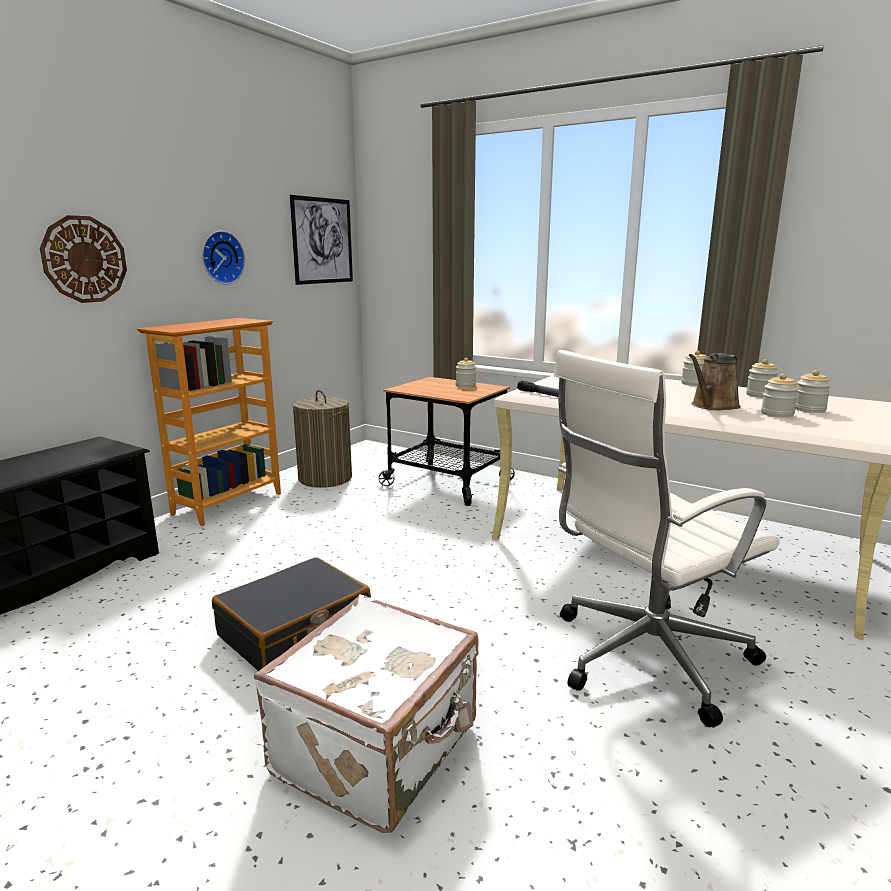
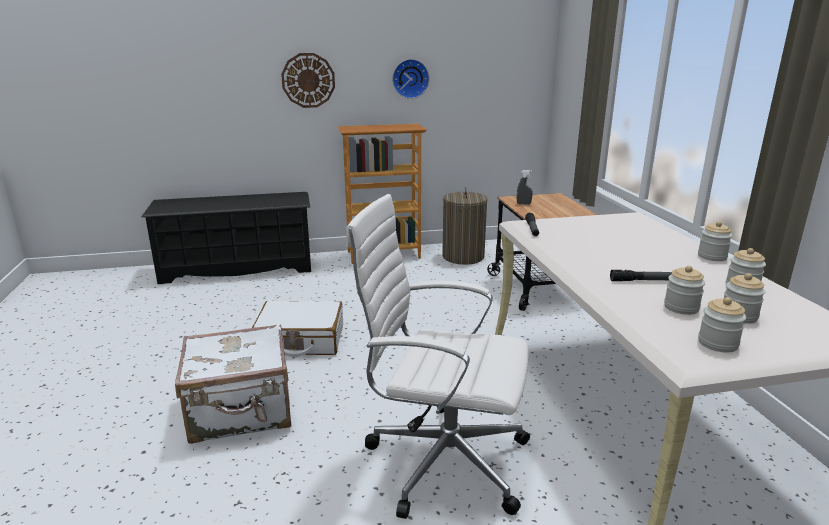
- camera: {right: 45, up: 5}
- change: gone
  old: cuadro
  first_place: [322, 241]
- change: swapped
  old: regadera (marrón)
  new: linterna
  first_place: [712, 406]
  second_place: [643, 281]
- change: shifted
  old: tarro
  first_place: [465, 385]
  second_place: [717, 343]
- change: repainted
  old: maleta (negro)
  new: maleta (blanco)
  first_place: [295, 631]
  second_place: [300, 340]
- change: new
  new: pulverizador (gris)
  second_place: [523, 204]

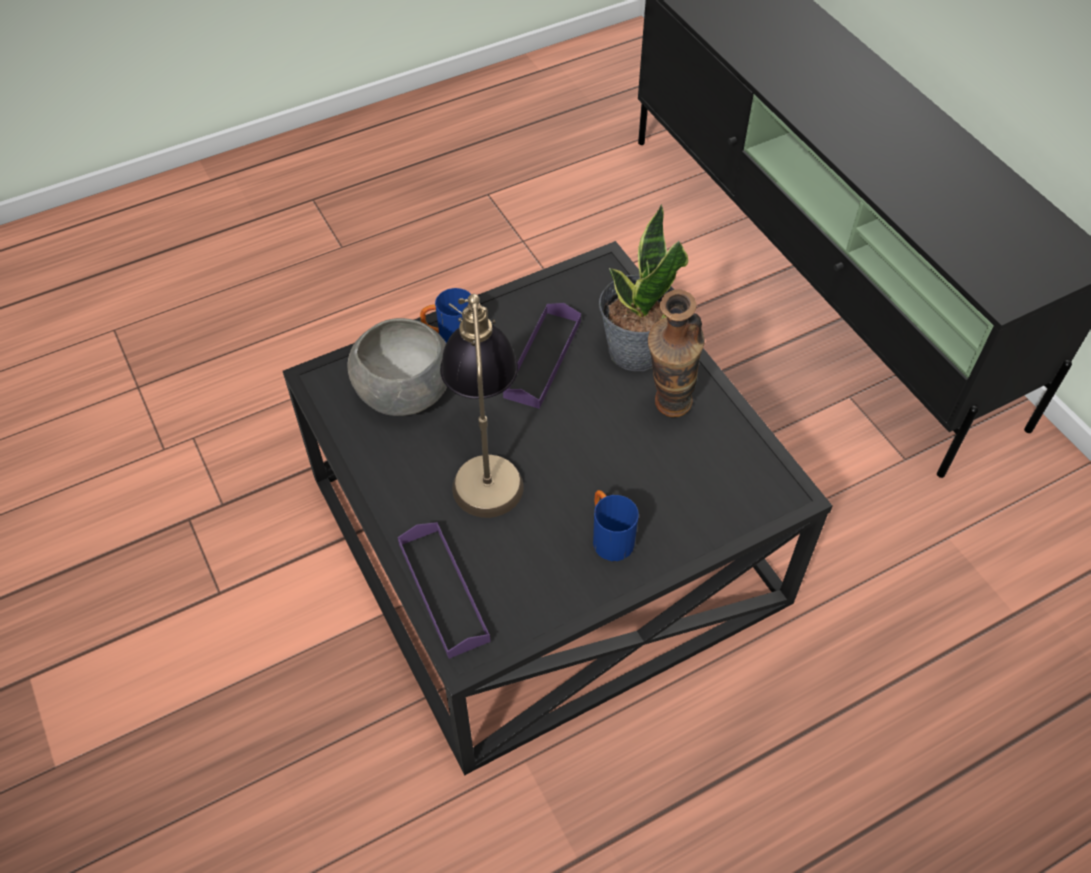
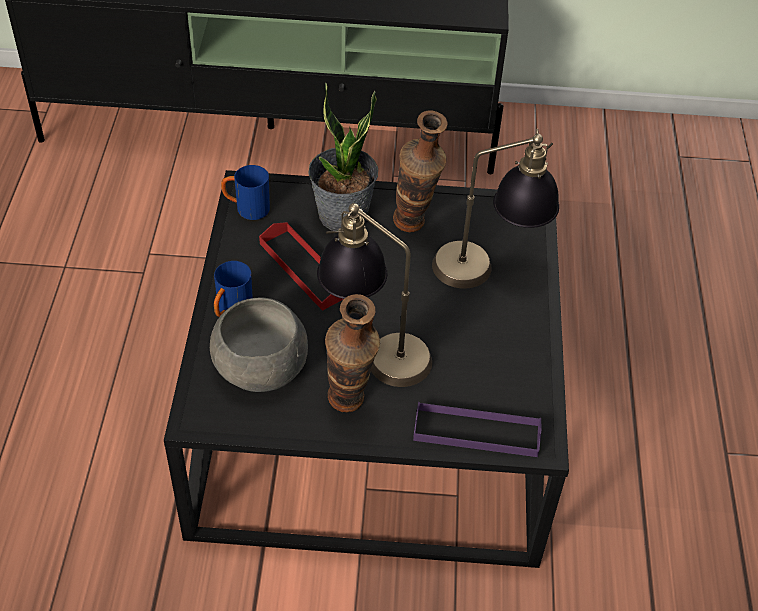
- camera: {right: -60, up: -5}
- change: repainted
  old: bandeja (morado)
  new: bandeja (rojo)
  first_place: [543, 358]
  second_place: [304, 269]
- change: shifted
  old: taza grande (azul)
  first_place: [609, 537]
  second_place: [246, 209]
- change: new
  new: lámpara de mesa
  second_place: [488, 269]
- change: new
  new: florero
  second_place: [349, 408]

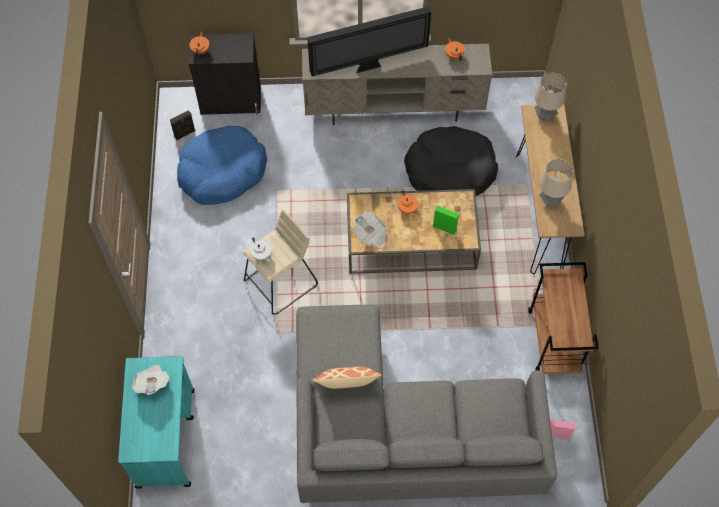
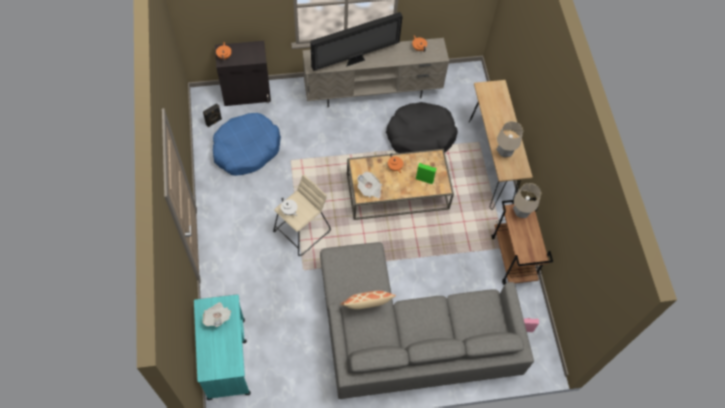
- camera: {right: -10, up: 0}
- change: shifted
  old: lámpara de mesa
  first_place: [544, 115]
  second_place: [520, 213]

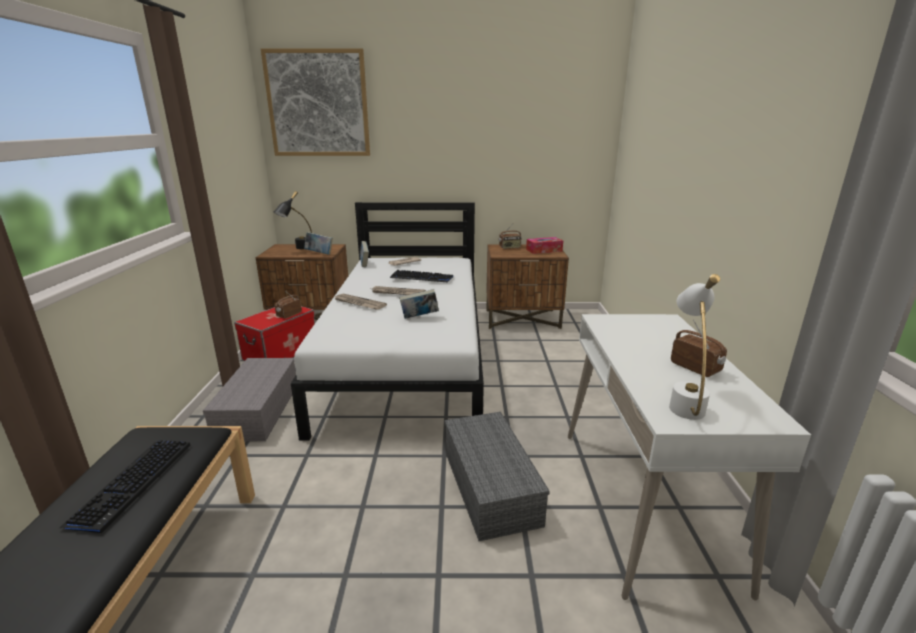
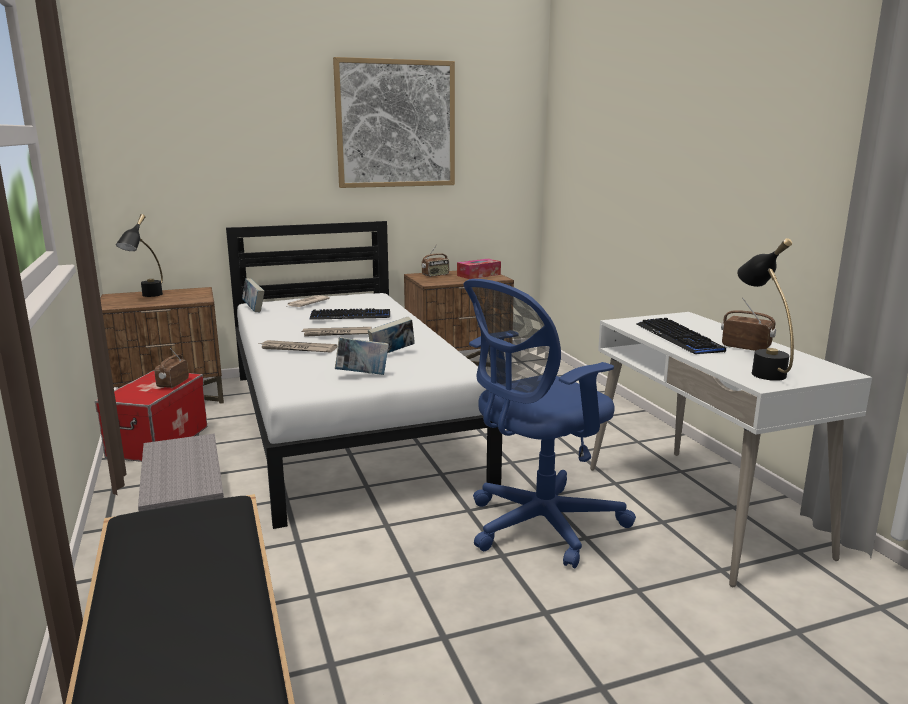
- camera: {right: -20, up: -5}
- change: shifted
  old: cuadro
  first_place: [318, 104]
  second_place: [396, 124]
- change: shifted
  old: libro
  first_place: [319, 253]
  second_place: [362, 375]
- change: repainted
  old: lámpara de mesa (blanco)
  new: lámpara de mesa (negro)
  first_place: [684, 401]
  second_place: [760, 370]
- change: swapped
  old: caja de almacenaje (gris)
  new: silla de oficina (azul)
  first_place: [488, 485]
  second_place: [538, 526]
- change: shifted
  old: teclado
  first_place: [132, 483]
  second_place: [678, 338]

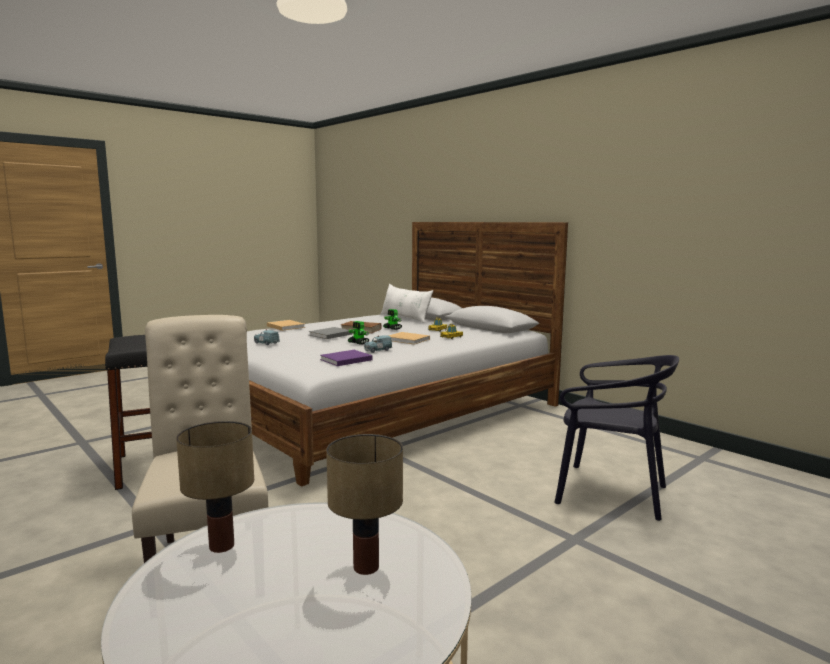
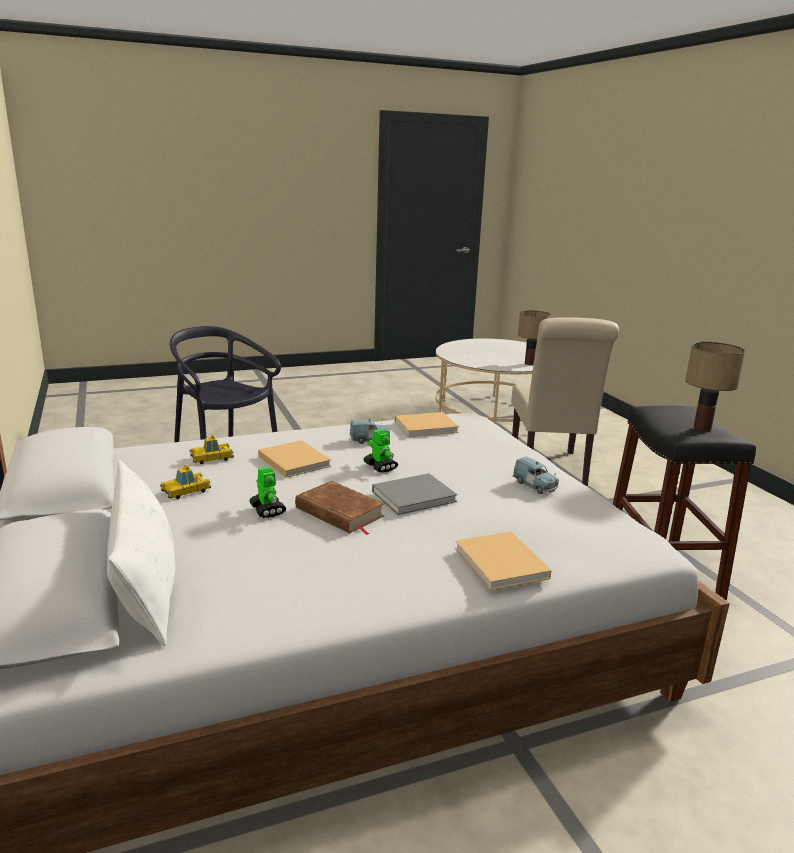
- camera: {right: -160, up: 10}
- change: repainted
  old: libro (morado)
  new: libro (beis)
  first_place: [344, 360]
  second_place: [427, 426]
- change: shifted
  old: lámpara de mesa
  first_place: [367, 567]
  second_place: [701, 428]

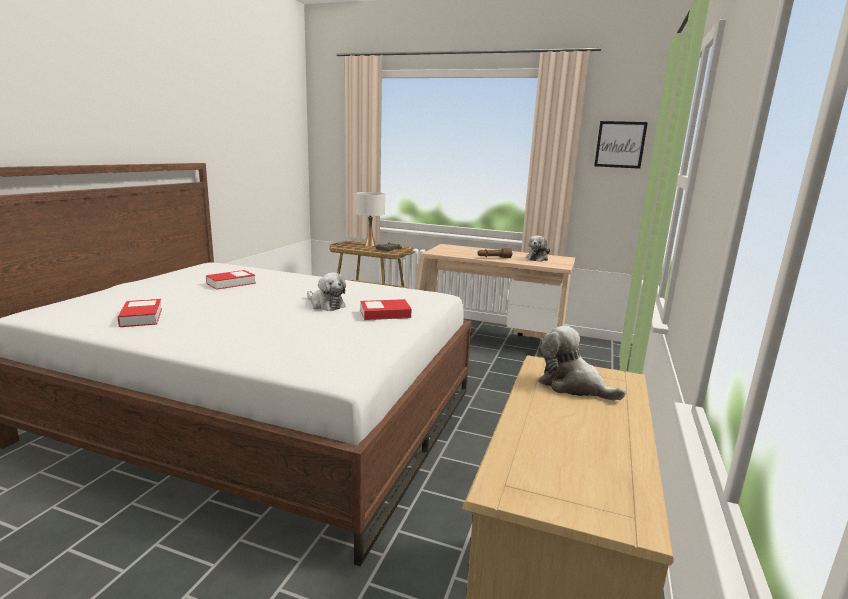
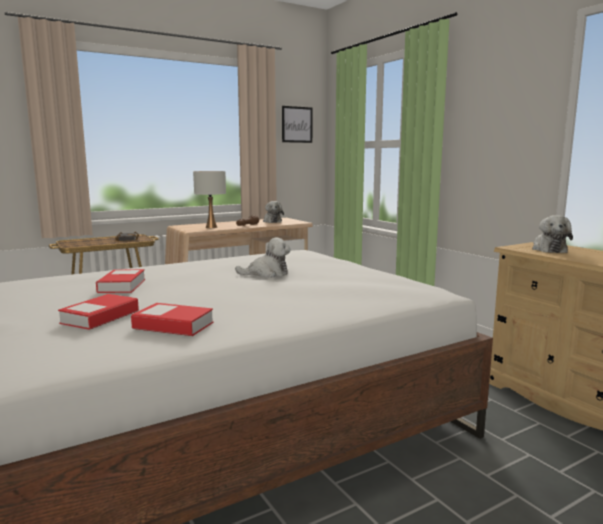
- camera: {right: -50, up: -5}
- change: shifted
  old: lámpara de mesa (blanco)
  first_place: [370, 245]
  second_place: [211, 227]
- change: shifted
  old: libro
  first_place: [385, 314]
  second_place: [100, 317]
- change: rotated
  old: peluche
  first_place: [573, 386]
  second_place: [548, 249]
  degrees: -75

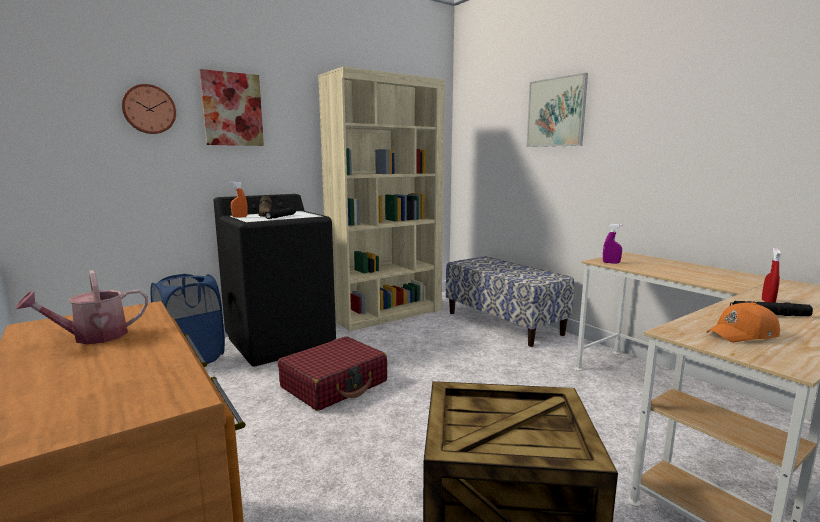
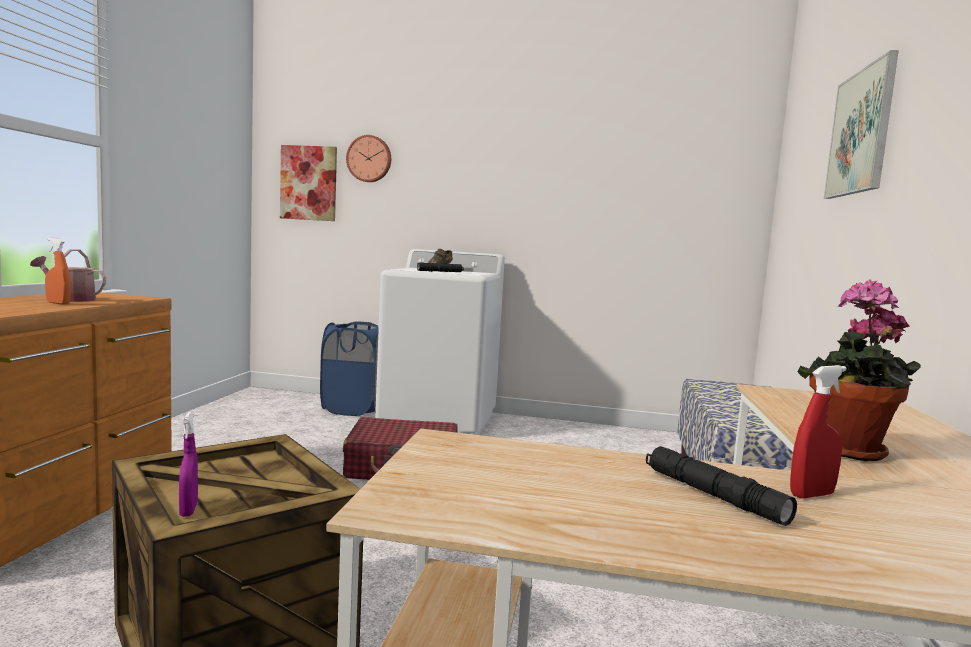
- camera: {right: 45, up: -5}
- change: gone
  old: estantería (beis)
  first_place: [386, 314]
- change: shifted
  old: cuadro
  first_place: [232, 109]
  second_place: [308, 183]
- change: shifted
  old: pulverizador (naranja)
  first_place: [240, 217]
  second_place: [58, 303]
- change: repainted
  old: lavadora (negro)
  new: lavadora (blanco)
  first_place: [281, 342]
  second_place: [439, 421]
- change: shifted
  old: pulverizador (morado)
  first_place: [611, 263]
  second_place: [188, 510]
- change: gone
  old: gorra (naranja)
  first_place: [743, 334]
- change: new
  new: planta en maceta
  second_place: [848, 453]

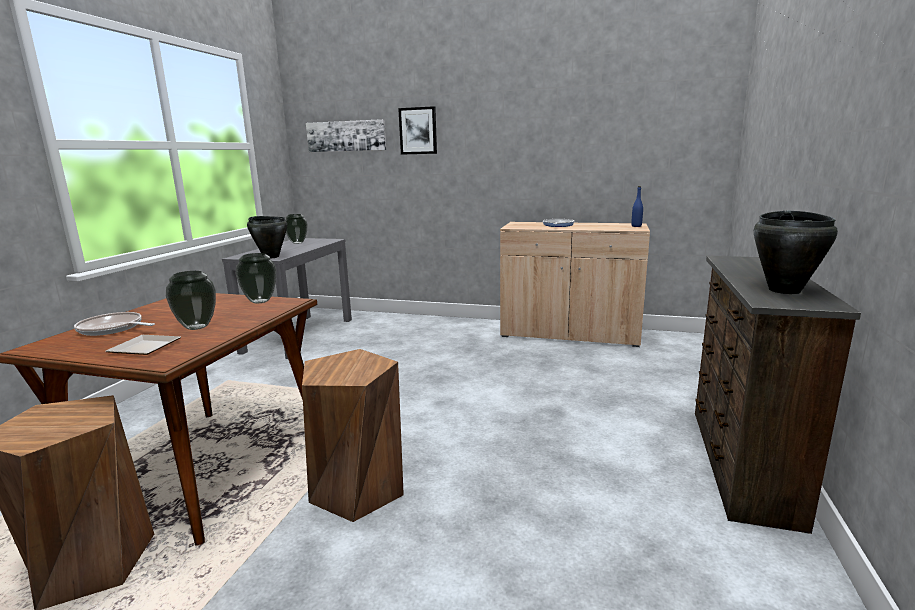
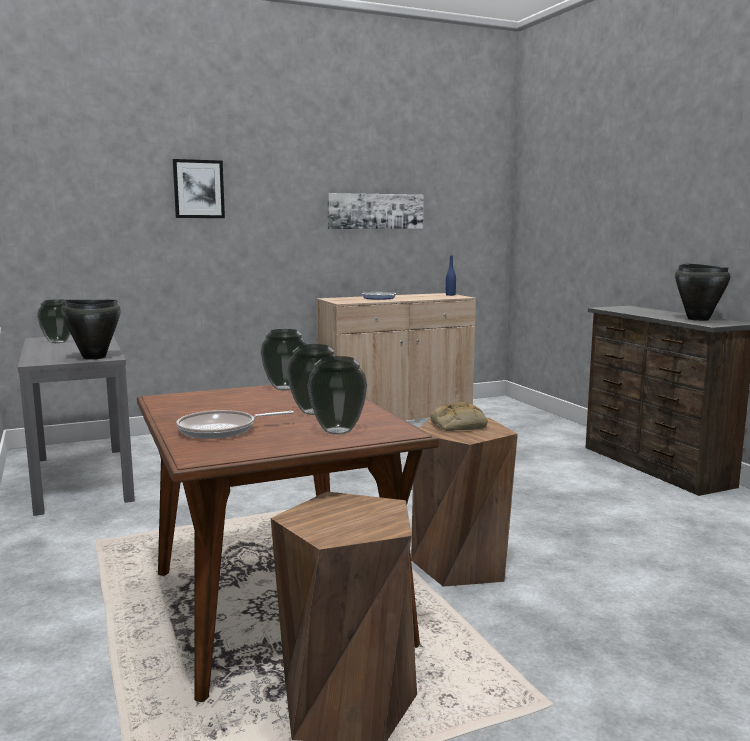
- camera: {right: -40, up: -5}
- change: shifted
  old: cuadro
  first_place: [346, 136]
  second_place: [375, 211]
- change: swapped
  old: plato
  new: florero
  first_place: [145, 348]
  second_place: [339, 431]
- change: new
  new: pan
  second_place: [458, 425]

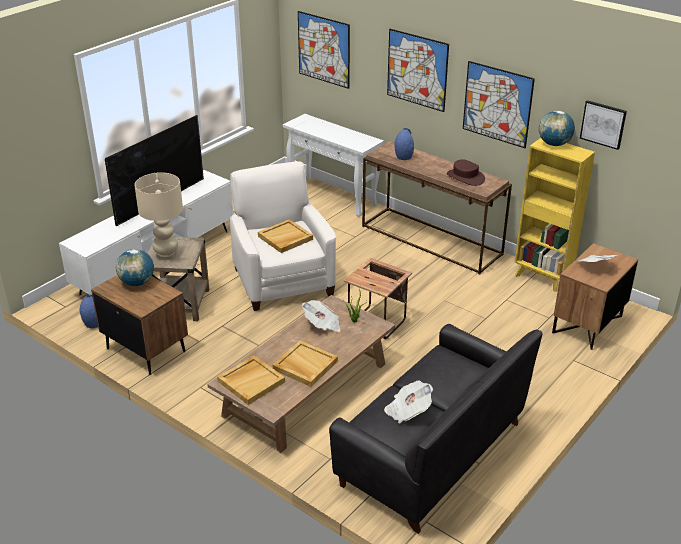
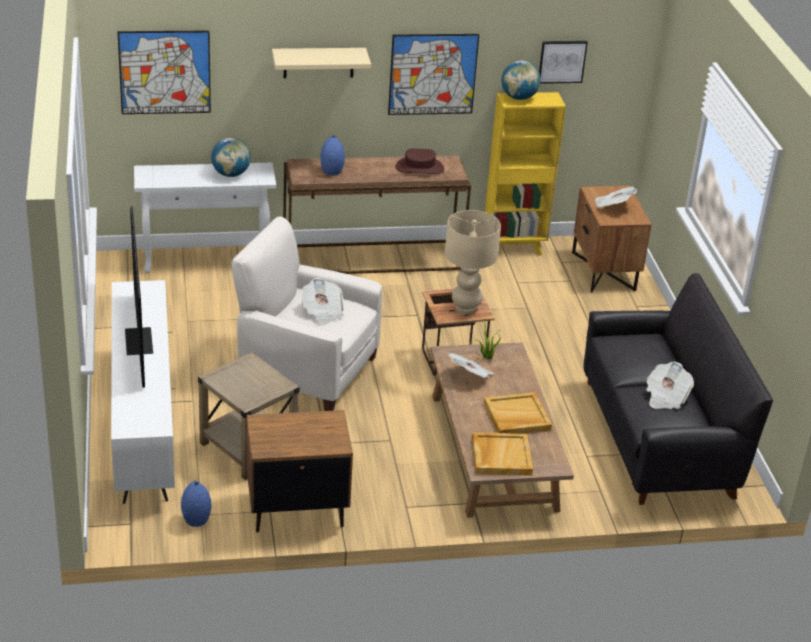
- camera: {right: -50, up: 0}
- change: swapped
  old: cuadro
  new: estante (beis)
  first_place: [417, 70]
  second_place: [318, 62]
- change: shifted
  old: lámpara de mesa (beis)
  first_place: [166, 254]
  second_place: [465, 308]
- change: swapped
  old: bandeja (beis)
  new: periódico
  first_place: [285, 238]
  second_place: [322, 312]
- change: shifted
  old: globo terráqueo
  first_place: [137, 283]
  second_place: [231, 174]

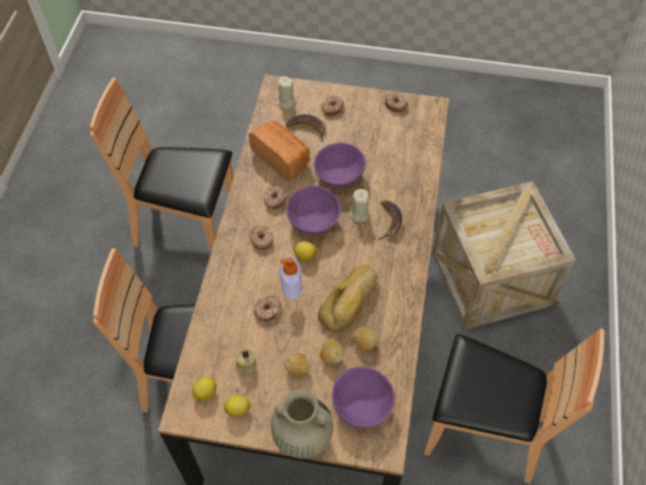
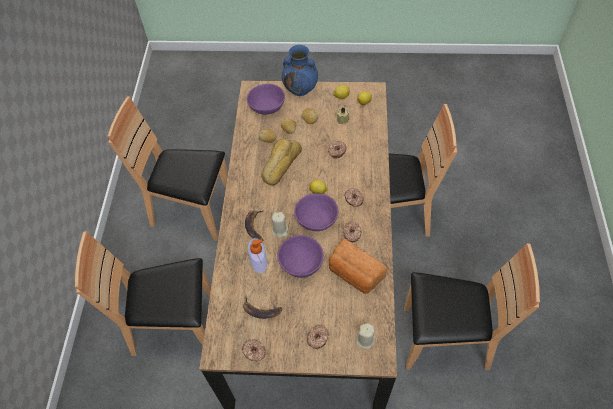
- camera: {right: 175, up: 0}
- change: shifted
  old: plátano
  first_place: [307, 128]
  second_place: [261, 310]
- change: swapped
  old: caja de embalaje
  new: silla (marrón)
  first_place: [490, 278]
  second_place: [175, 326]
- change: shifted
  old: dispensador de jabón
  first_place: [291, 286]
  second_place: [258, 261]
- change: repainted
  old: florero (beis)
  new: florero (azul)
  first_place: [302, 436]
  second_place: [300, 89]

